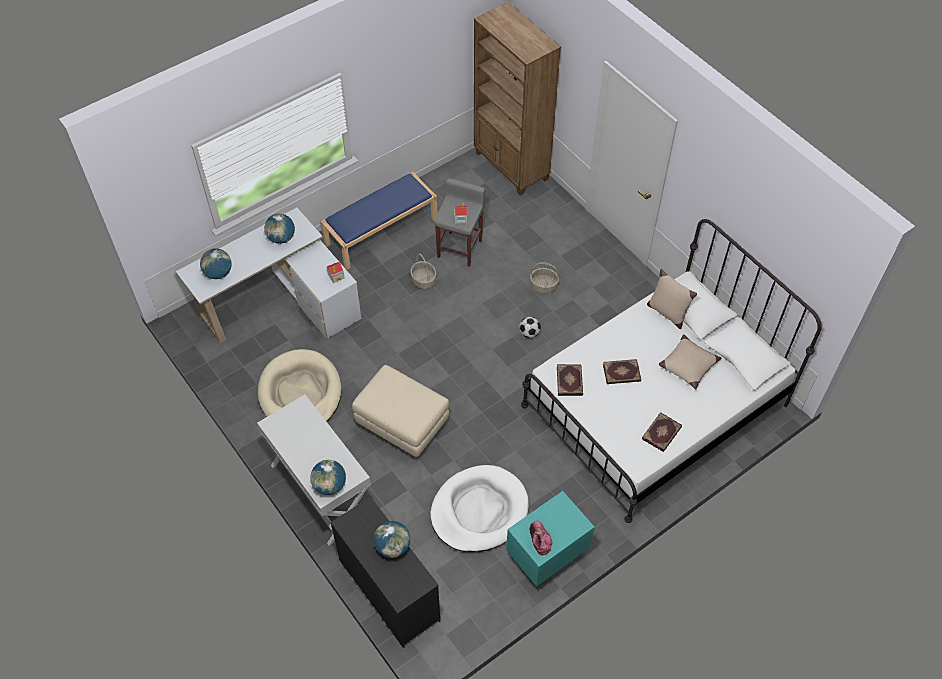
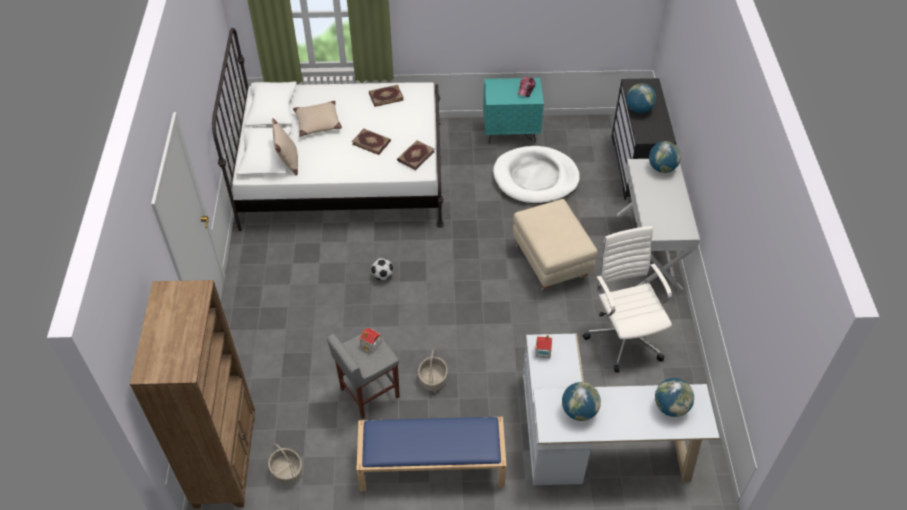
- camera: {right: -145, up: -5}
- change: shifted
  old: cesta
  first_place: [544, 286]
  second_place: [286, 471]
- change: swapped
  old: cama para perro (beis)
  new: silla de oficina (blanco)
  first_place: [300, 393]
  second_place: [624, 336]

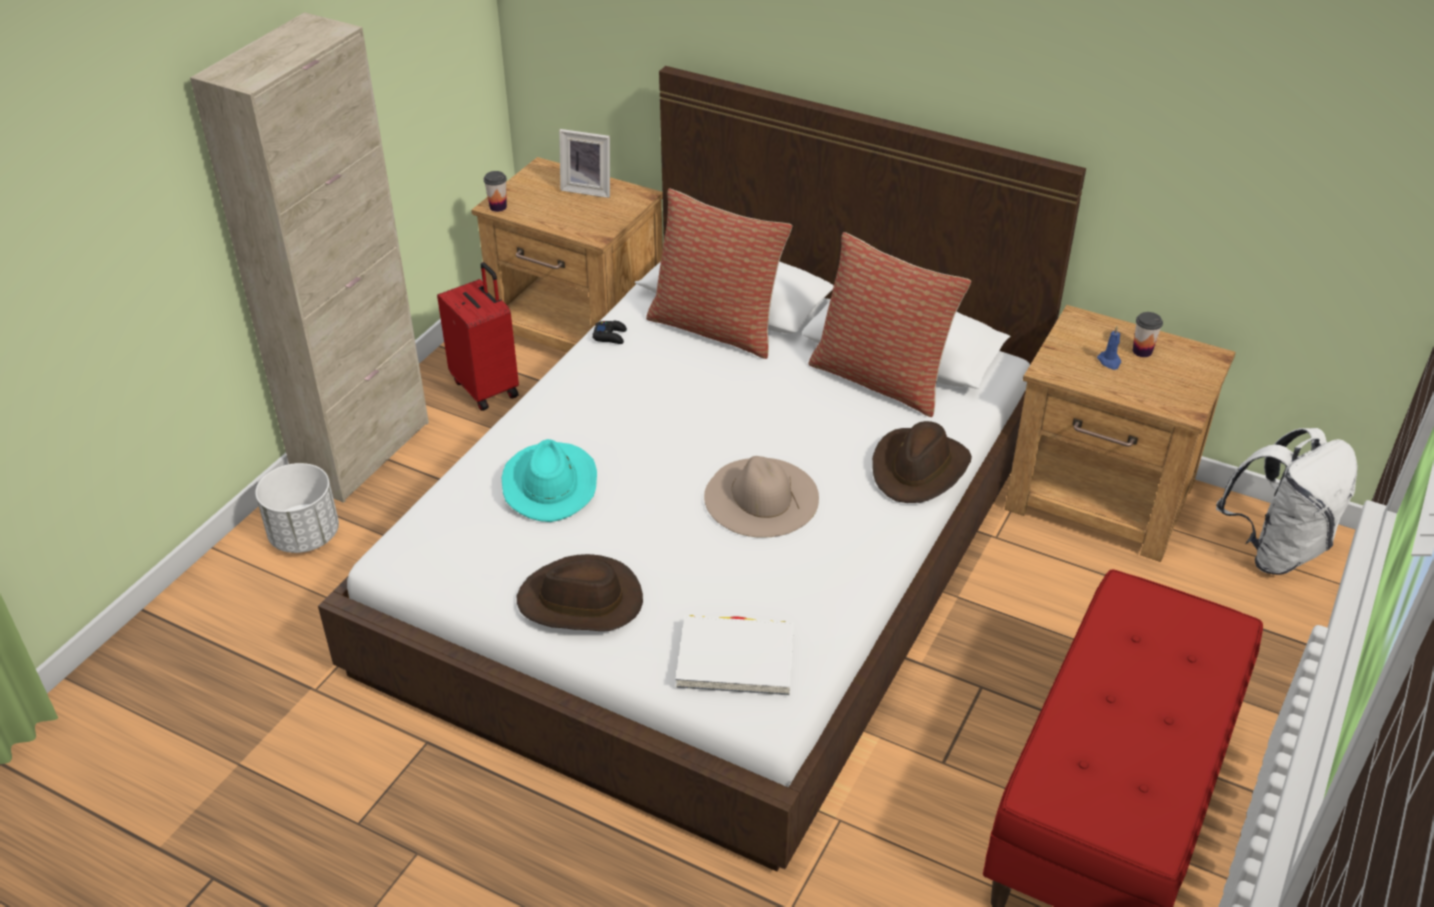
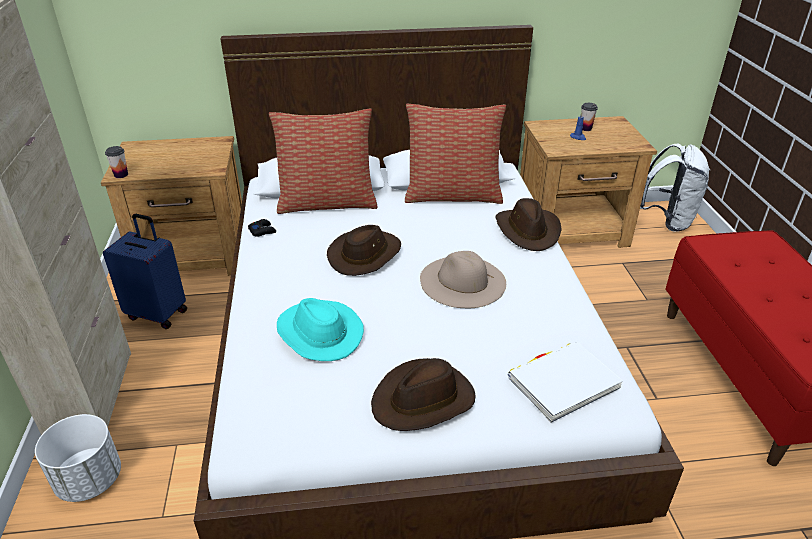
- camera: {right: -35, up: -5}
- change: gone
  old: portarretratos
  first_place: [588, 189]
- change: repainted
  old: maleta (rojo)
  new: maleta (azul)
  first_place: [487, 388]
  second_place: [158, 313]
- change: new
  new: sombrero (marrón)
  second_place: [365, 255]

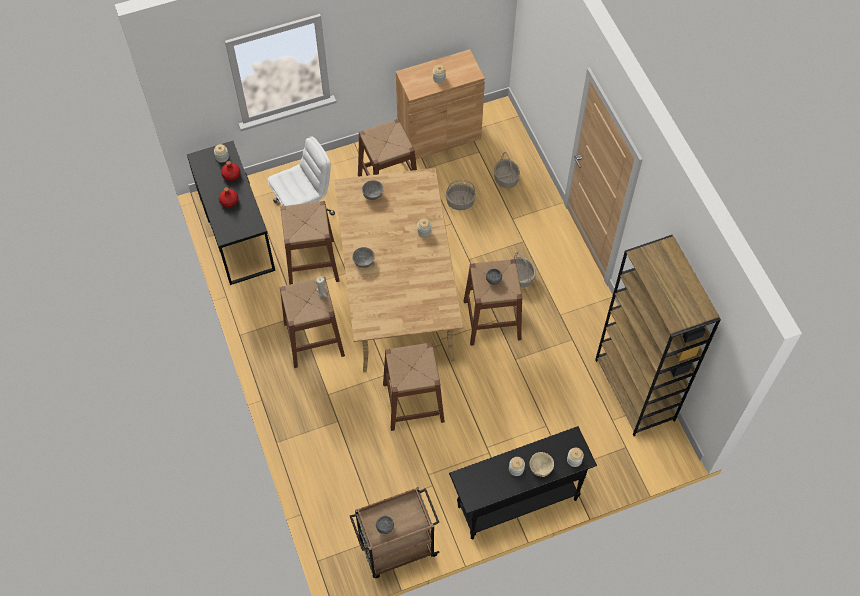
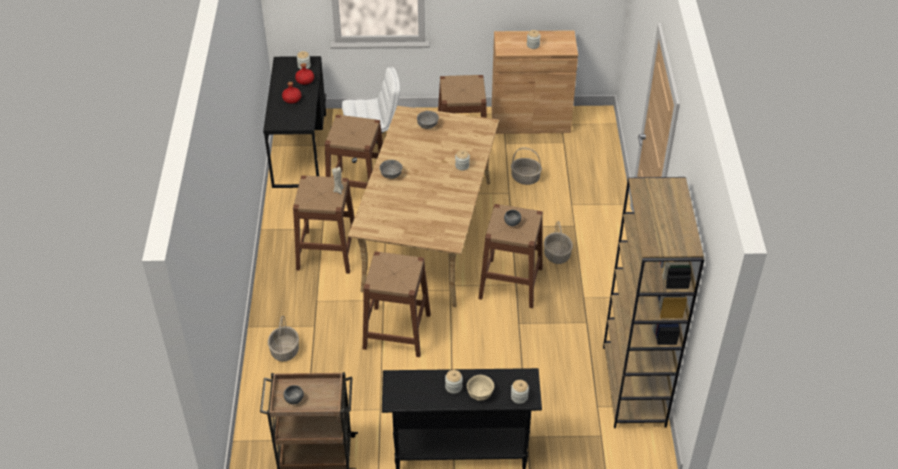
- camera: {right: 20, up: -15}
- change: shifted
  old: cesta
  first_place: [505, 179]
  second_place: [284, 350]

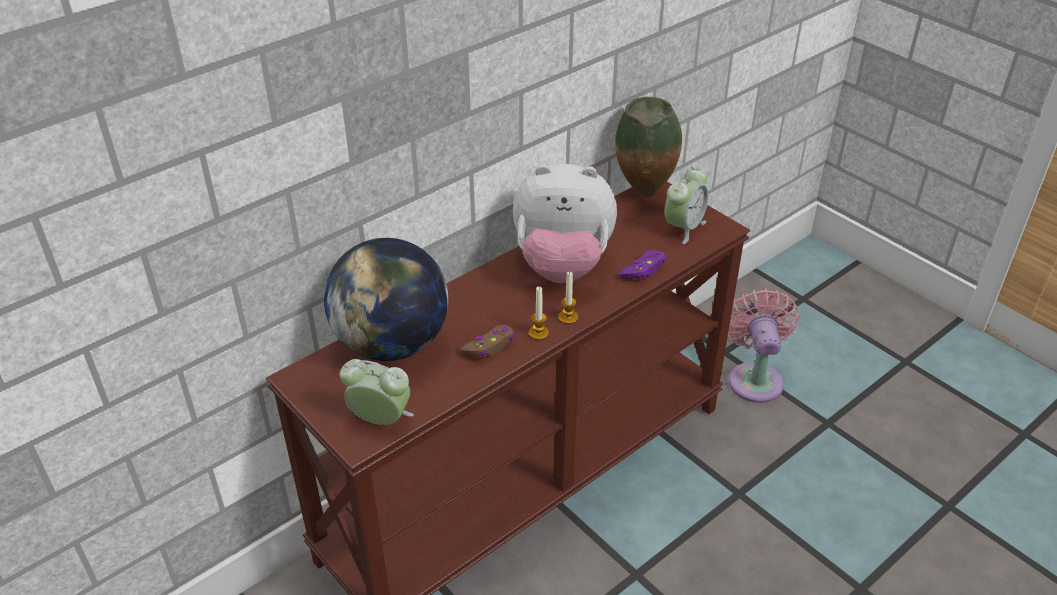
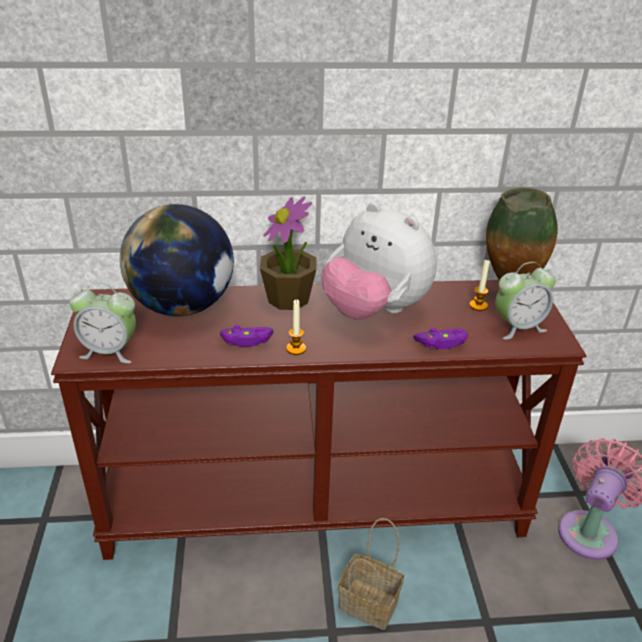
- camera: {right: 35, up: -5}
- change: shifted
  old: vela
  first_place: [568, 317]
  second_place: [478, 305]
- change: repainted
  old: mando de consola (marrón)
  new: mando de consola (morado)
  first_place: [489, 346]
  second_place: [247, 340]
- change: rotated
  old: despertador
  first_place: [381, 420]
  second_place: [110, 351]
  degrees: 135
- change: new
  new: planta en maceta
  second_place: [288, 299]
- change: new
  new: cesta
  second_place: [371, 603]

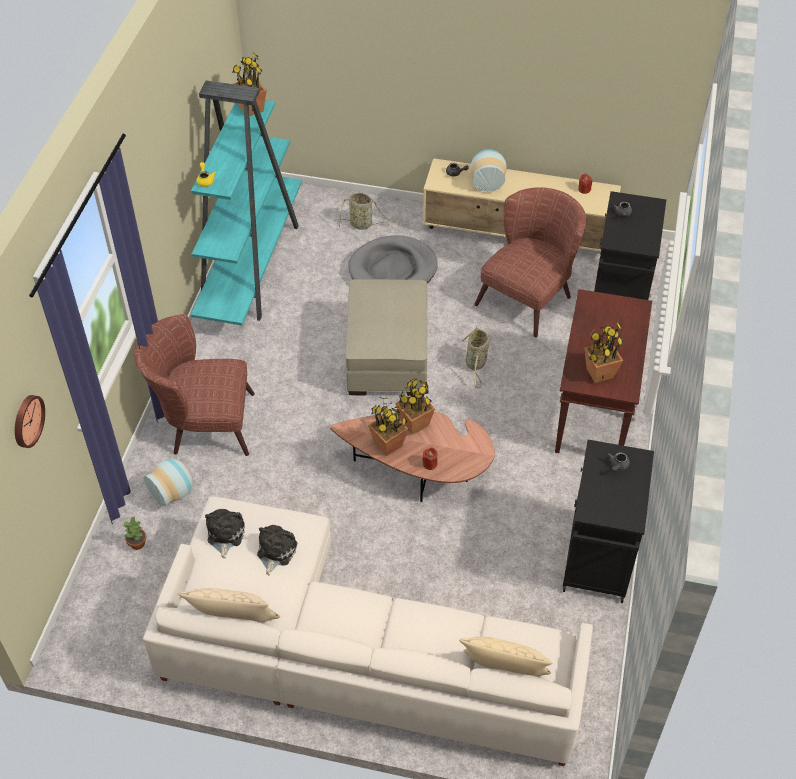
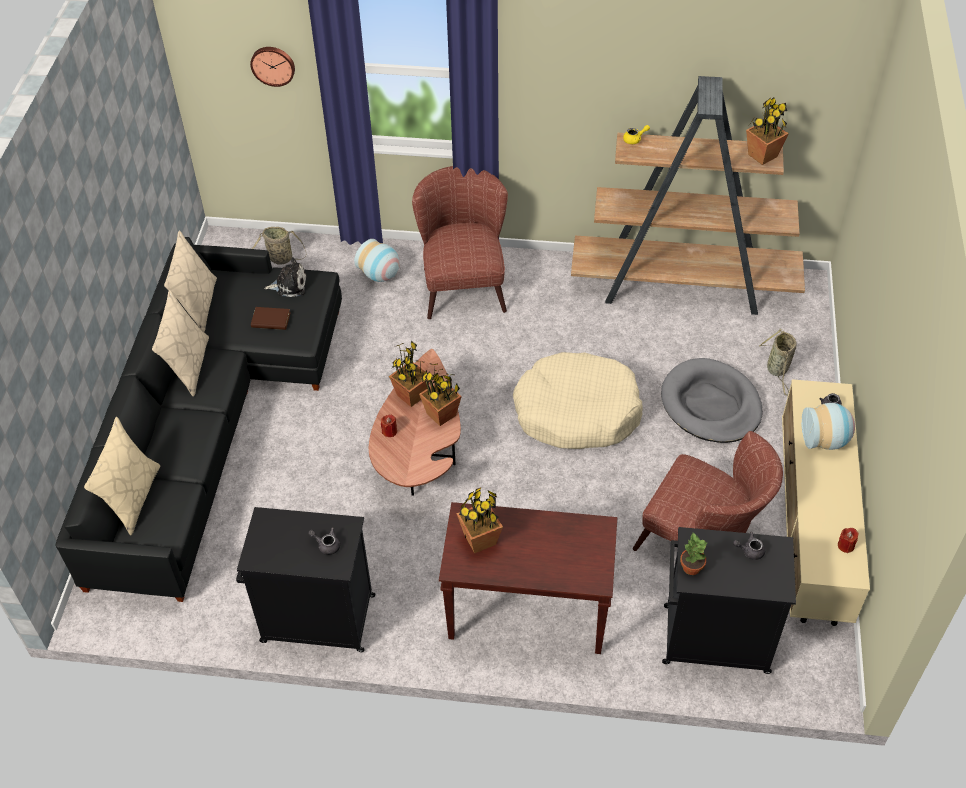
- camera: {right: 85, up: 0}
- change: repainted
  old: estantería (turquesa)
  new: estantería (marrón)
  first_place: [251, 265]
  second_place: [684, 285]
- change: swapped
  old: puf (beis)
  new: cama para perro (beis)
  first_place: [387, 355]
  second_place: [576, 412]
- change: shifted
  old: cesta
  first_place: [475, 364]
  second_place: [278, 259]
- change: repainted
  old: sofá (blanco)
  new: sofá (negro)
  first_place: [350, 655]
  second_place: [208, 420]
- change: shifted
  old: planta en maceta
  first_place: [137, 544]
  second_place: [691, 567]
- change: swapped
  old: peluche
  new: libro (marrón)
  first_place: [275, 551]
  second_place: [271, 320]
- change: new
  new: cojín (beis)
  second_place: [188, 366]

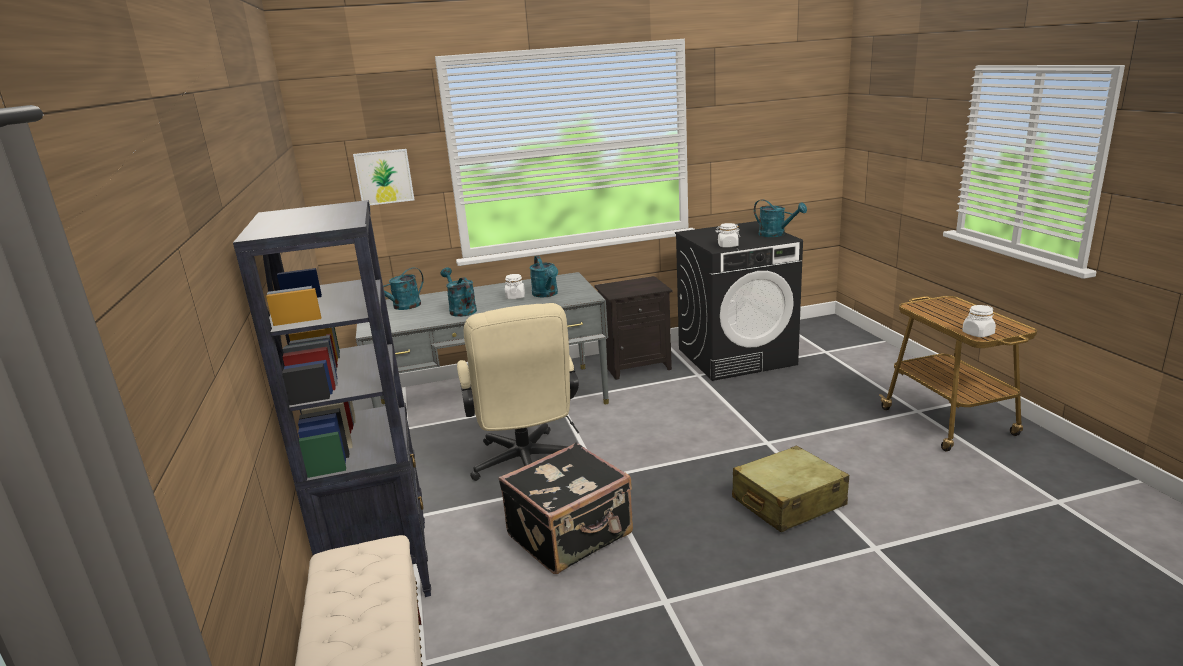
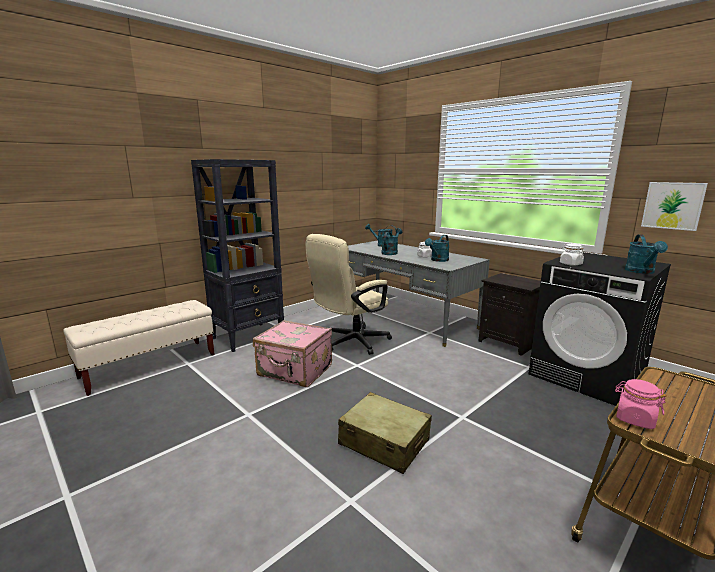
- camera: {right: 60, up: -5}
- change: shifted
  old: cuadro
  first_place: [384, 177]
  second_place: [672, 205]
- change: repainted
  old: tarro (blanco)
  new: tarro (rosa)
  first_place: [978, 334]
  second_place: [634, 419]
- change: repainted
  old: maleta (negro)
  new: maleta (rosa)
  first_place: [571, 535]
  second_place: [295, 371]

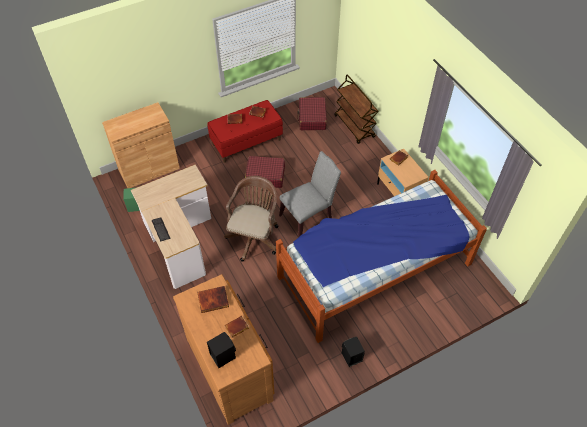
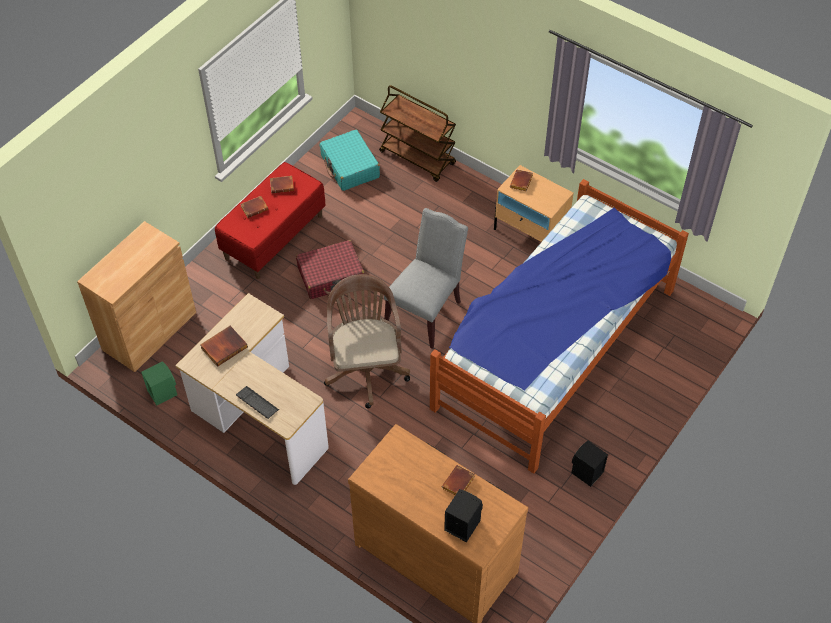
- camera: {right: -25, up: 0}
- change: repainted
  old: maleta (rojo)
  new: maleta (turquesa)
  first_place: [312, 118]
  second_place: [350, 167]
- change: shifted
  old: libro
  first_place: [213, 299]
  second_place: [224, 346]

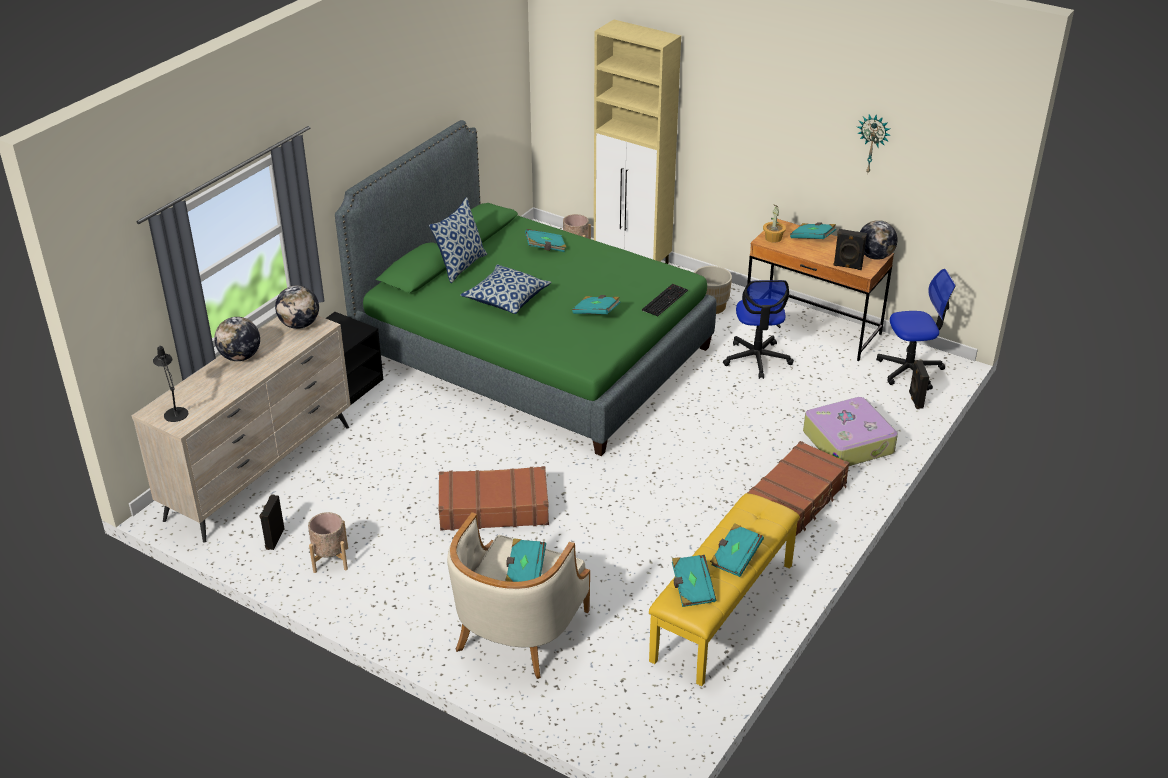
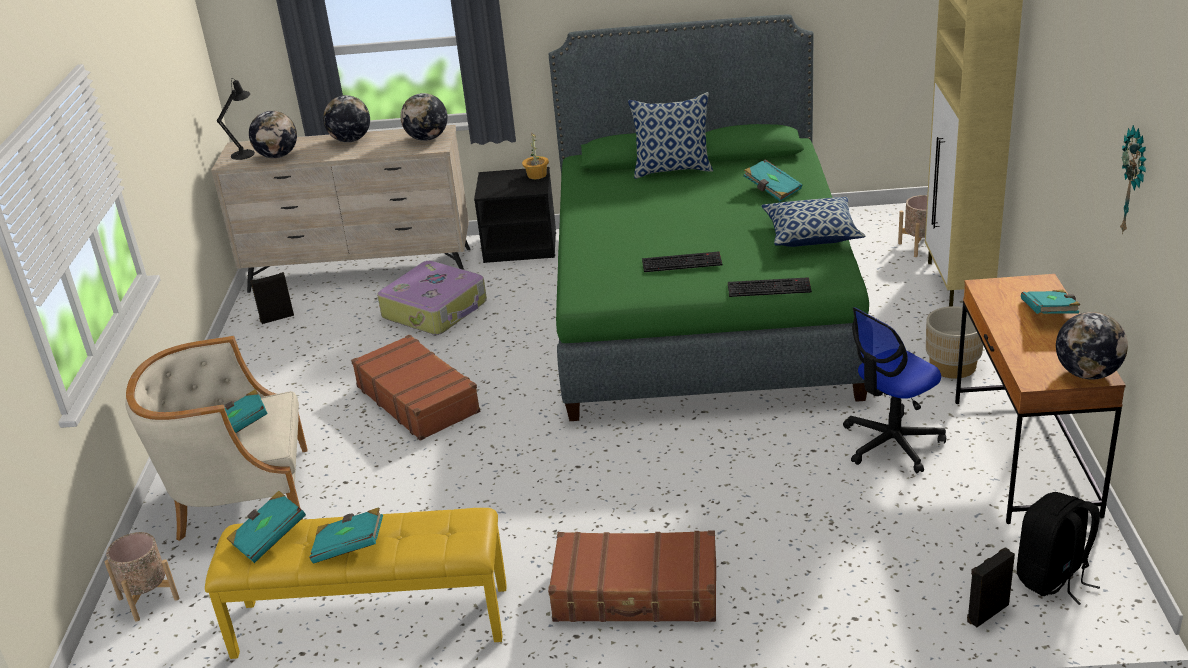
- camera: {right: 60, up: -5}
- change: shifted
  old: planta en maceta
  first_place: [773, 238]
  second_place: [536, 175]
- change: gone
  old: altavoz (negro)
  first_place: [847, 266]
- change: shifted
  old: cojín
  first_place: [506, 299]
  second_place: [812, 235]
- change: swapped
  old: silla de oficina
  new: mochila (negro)
  first_place: [910, 370]
  second_place: [1053, 579]
- change: swapped
  old: libro (turquesa)
  new: teclado
  first_place: [596, 313]
  second_place: [682, 262]
- change: shifted
  old: maleta
  first_place: [848, 442]
  second_place: [436, 310]
- change: shifted
  old: maceta (beis)
  first_place: [330, 560]
  second_place: [148, 599]
- change: new
  new: globo terráqueo
  second_place: [278, 156]

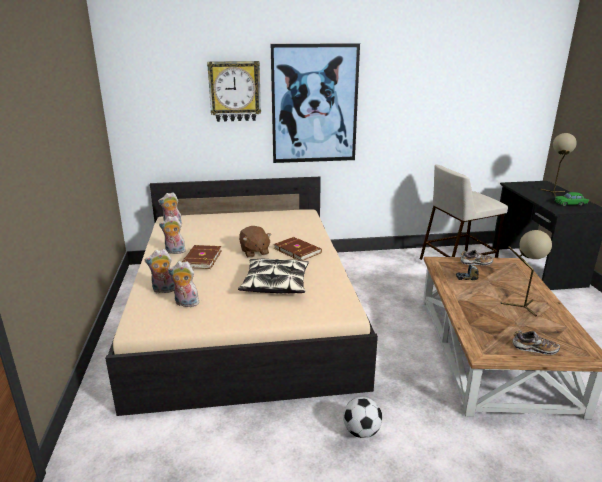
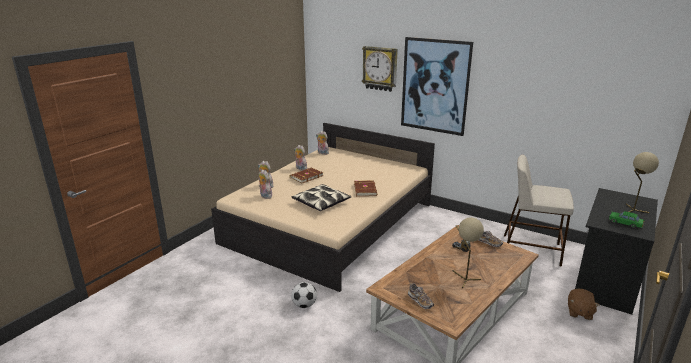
- camera: {right: 40, up: 0}
- change: shifted
  old: peluche (marrón)
  first_place: [254, 252]
  second_place: [579, 312]

